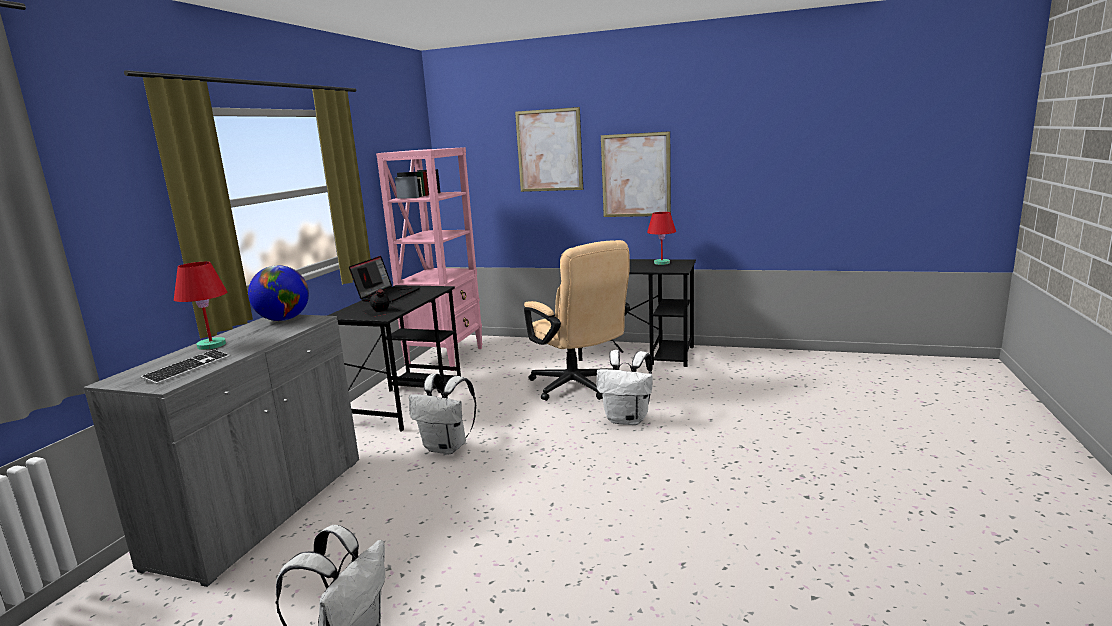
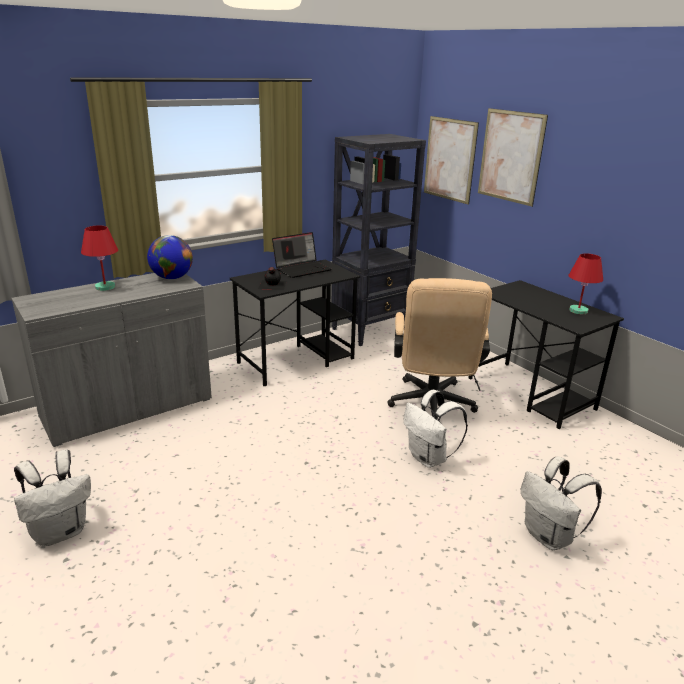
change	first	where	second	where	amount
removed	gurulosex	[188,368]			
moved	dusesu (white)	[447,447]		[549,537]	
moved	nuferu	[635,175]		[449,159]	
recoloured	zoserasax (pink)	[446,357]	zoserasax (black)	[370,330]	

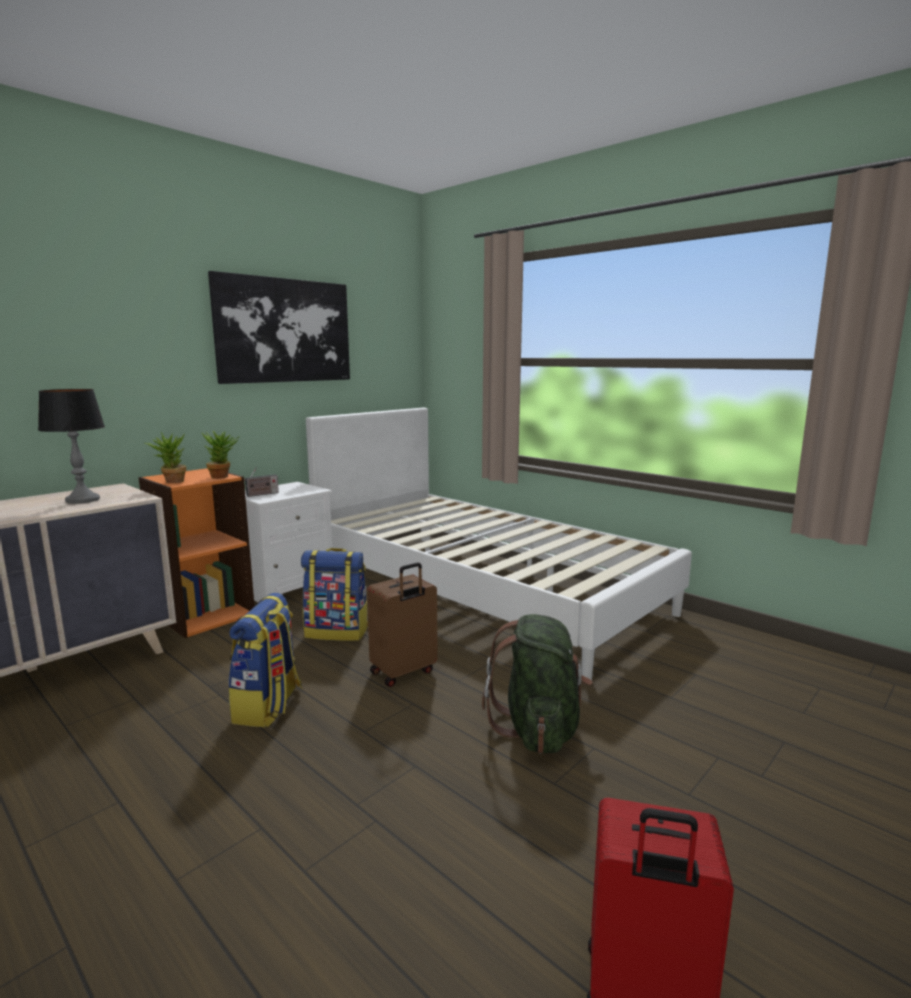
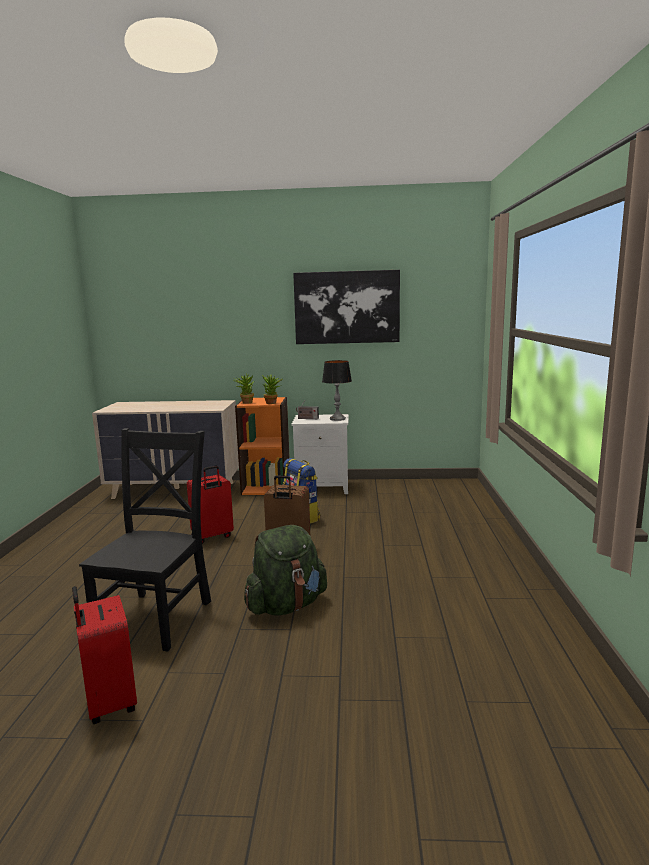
change	first	where	second	where	amount
removed	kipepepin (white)	[482,590]			
added			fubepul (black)	[157,617]	
moved	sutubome	[82,500]		[337,419]	
replaced	dusesu	[268,706]	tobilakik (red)	[212,537]	

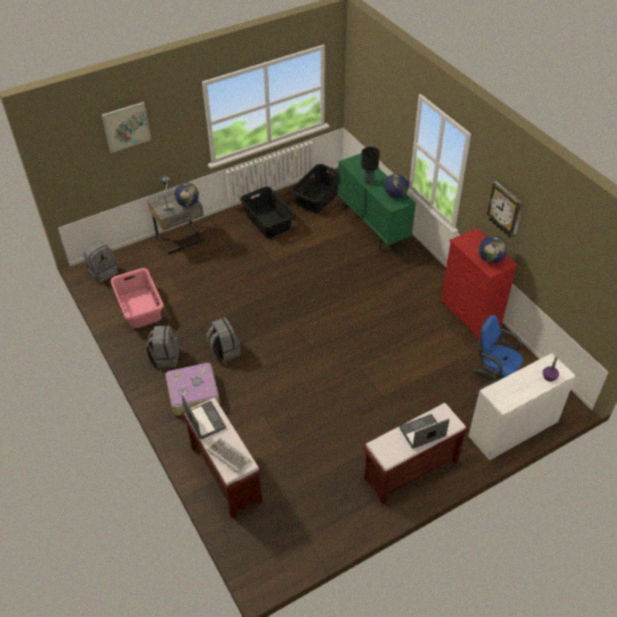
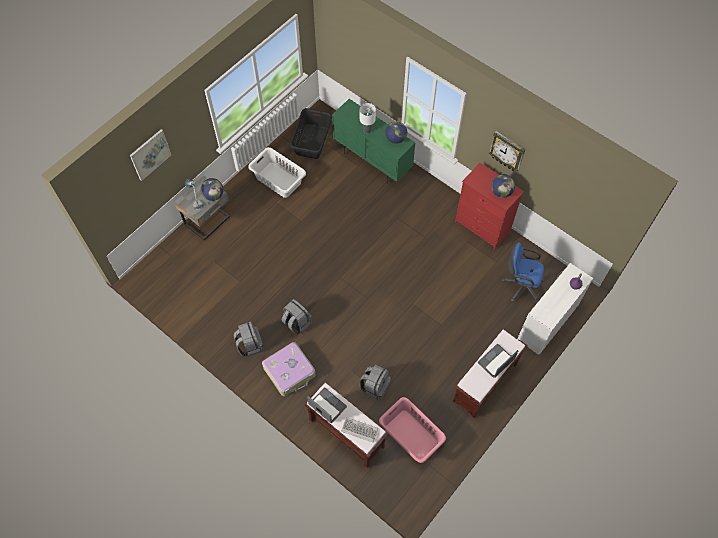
change	first	where	second	where	amount
moved	dusesu (grey)	[103,272]		[375,386]	
moved	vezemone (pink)	[140,308]		[411,436]	
recoloured	vezemone (black)	[268,221]	vezemone (white)	[278,179]	
recoloured	sutubome (black)	[369,181]	sutubome (white)	[367,130]	

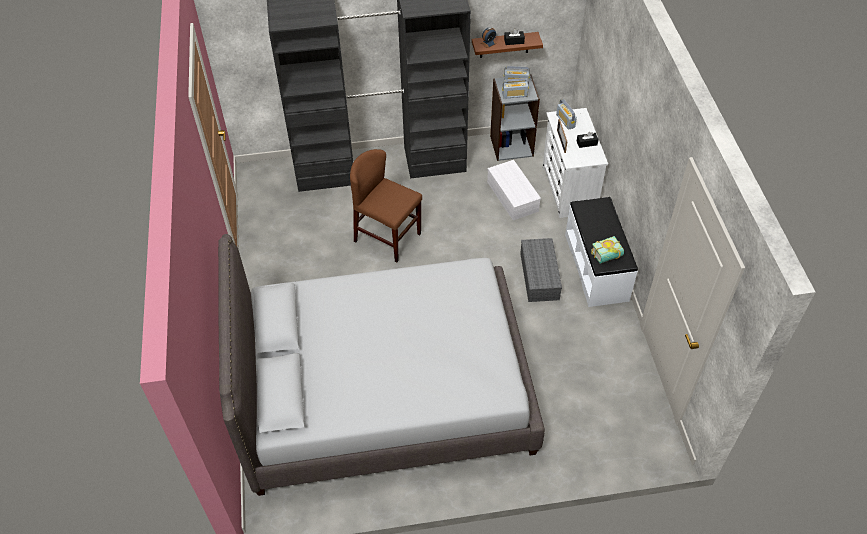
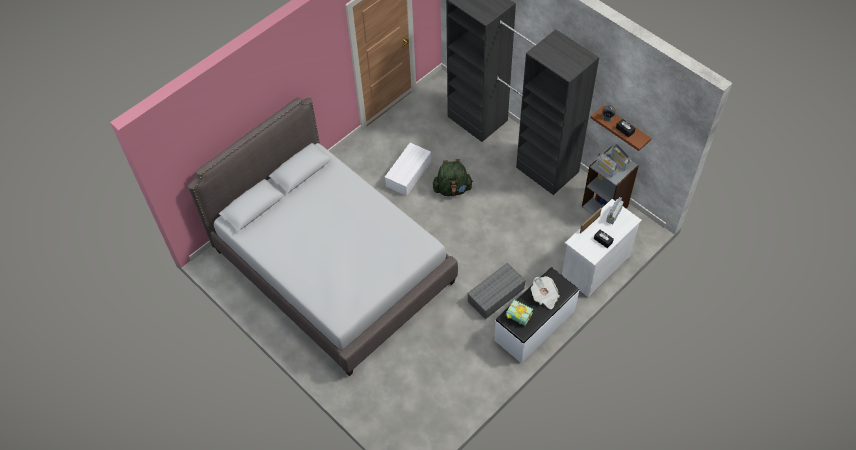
change	first	where	second	where	amount
added			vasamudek	[544,296]	
moved	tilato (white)	[511,196]		[408,173]	
replaced	fubepul (brown)	[387,237]	dusesu (green)	[452,189]	

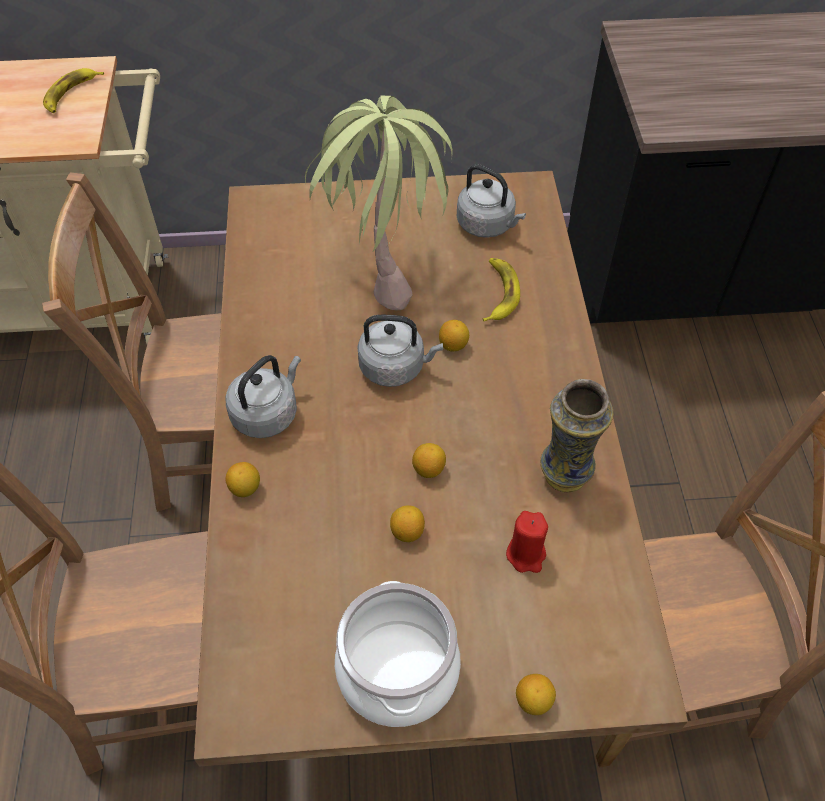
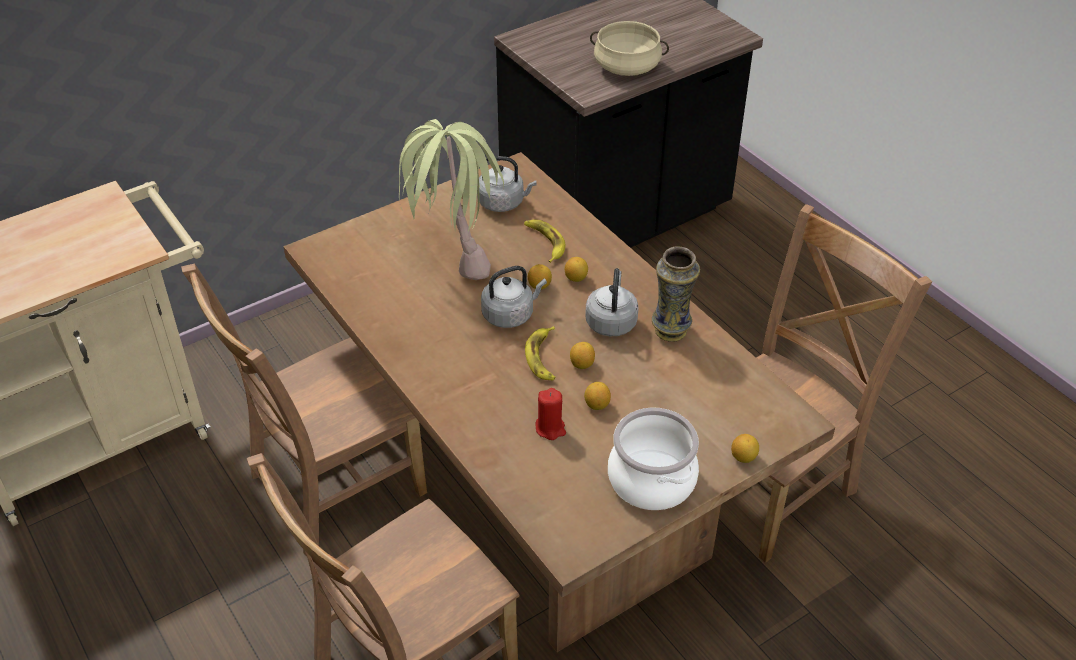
change	first	where	second	where	amount
added			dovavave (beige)	[627,67]	
moved	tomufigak	[71,94]		[543,358]	
moved	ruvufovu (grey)	[267,413]		[611,321]	
moved	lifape	[245,488]		[576,278]	
moved	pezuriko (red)	[526,554]		[550,428]	

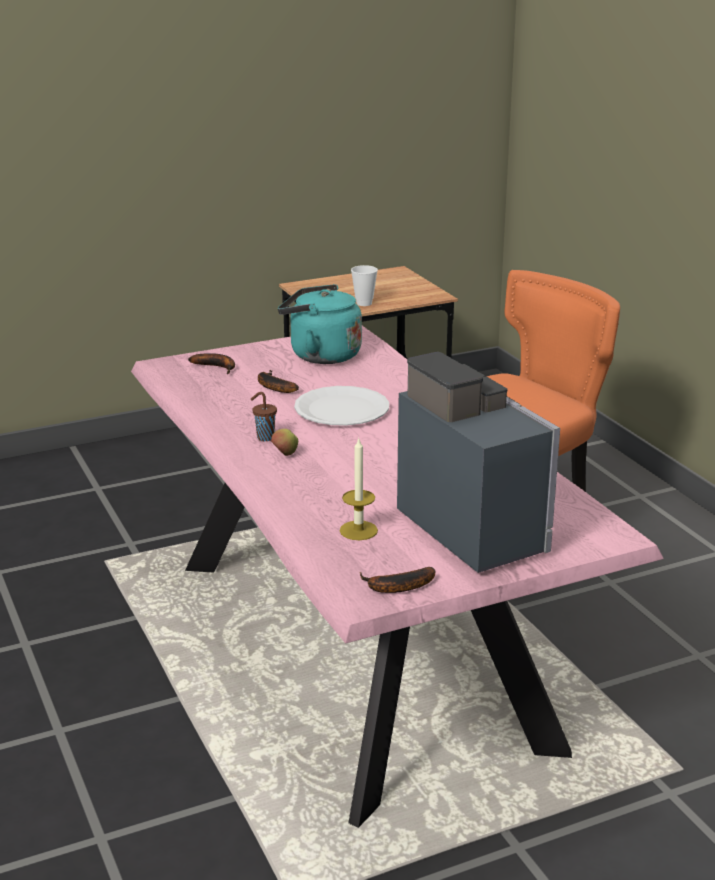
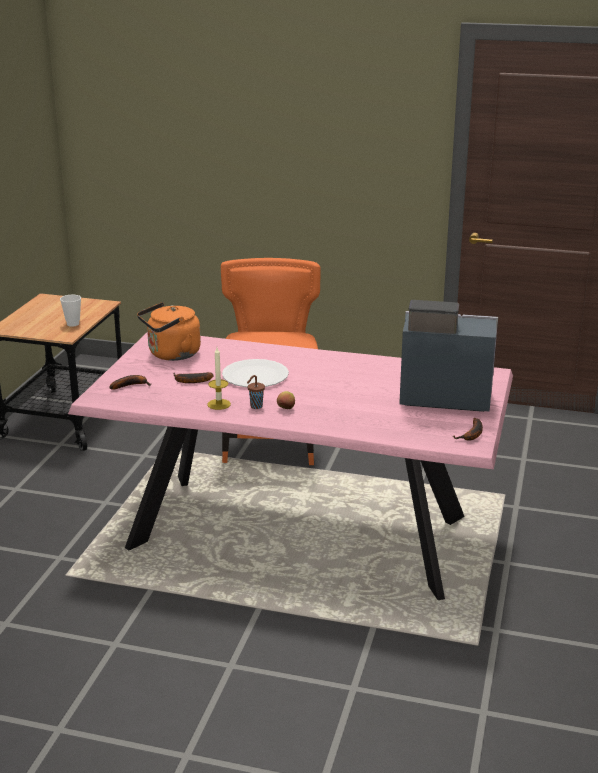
change	first	where	second	where	amount
moved	pezuriko	[358,530]		[219,404]	
recoloured	ruvufovu (turquoise)	[320,355]	ruvufovu (orange)	[171,355]	

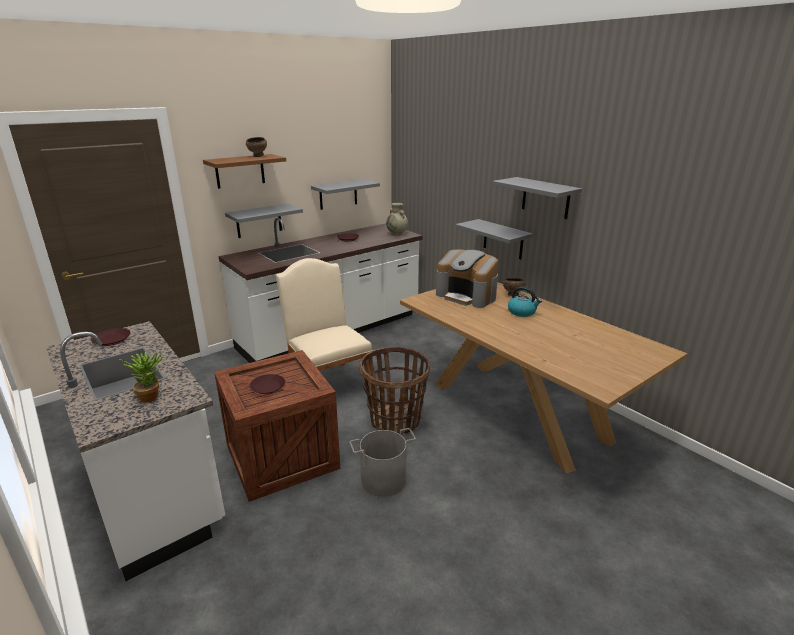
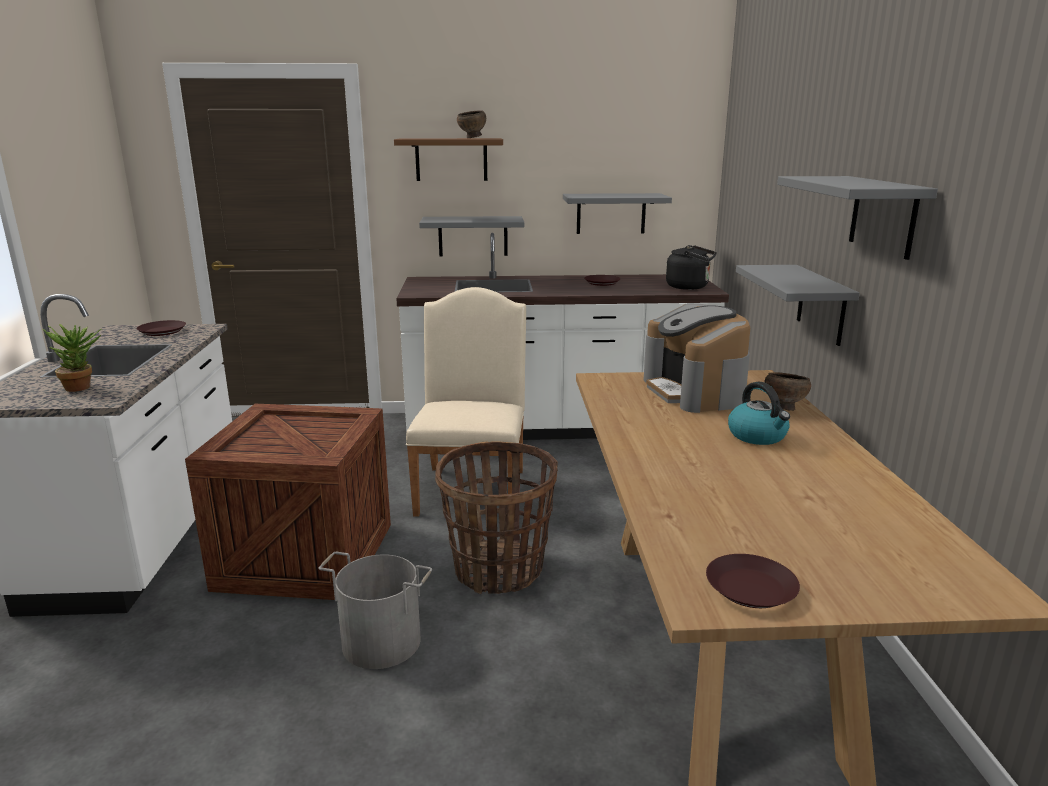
change	first	where	second	where	amount
moved	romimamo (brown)	[267,387]		[750,588]	
replaced	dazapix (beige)	[397,233]	ruvufovu (black)	[690,287]	

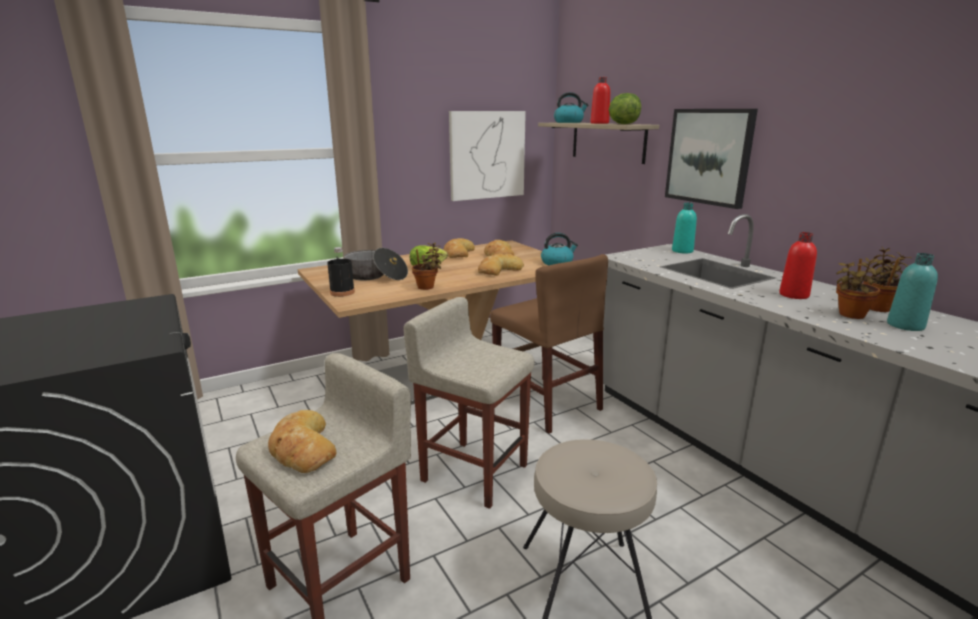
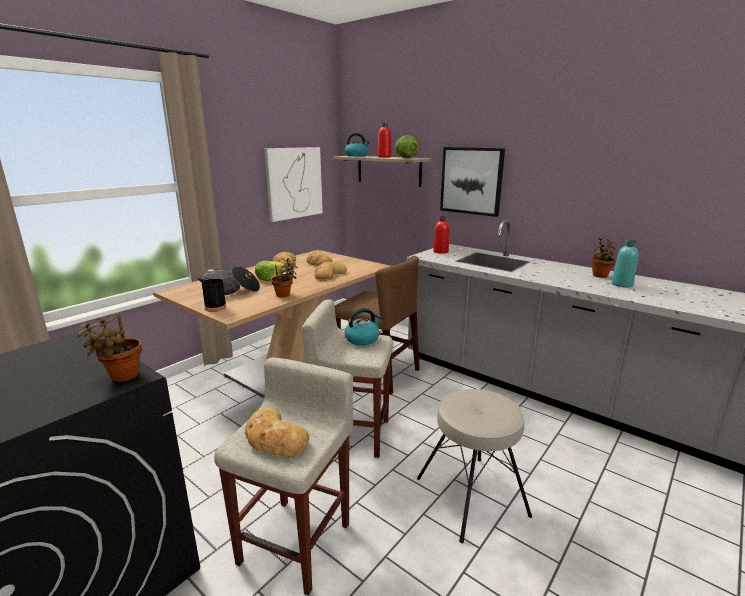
change	first	where	second	where	amount
removed	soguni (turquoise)	[682,251]			
moved	ruvufovu	[557,263]		[362,339]	
moved	soguni (red)	[794,295]		[440,251]	
moved	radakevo	[850,315]		[121,377]	

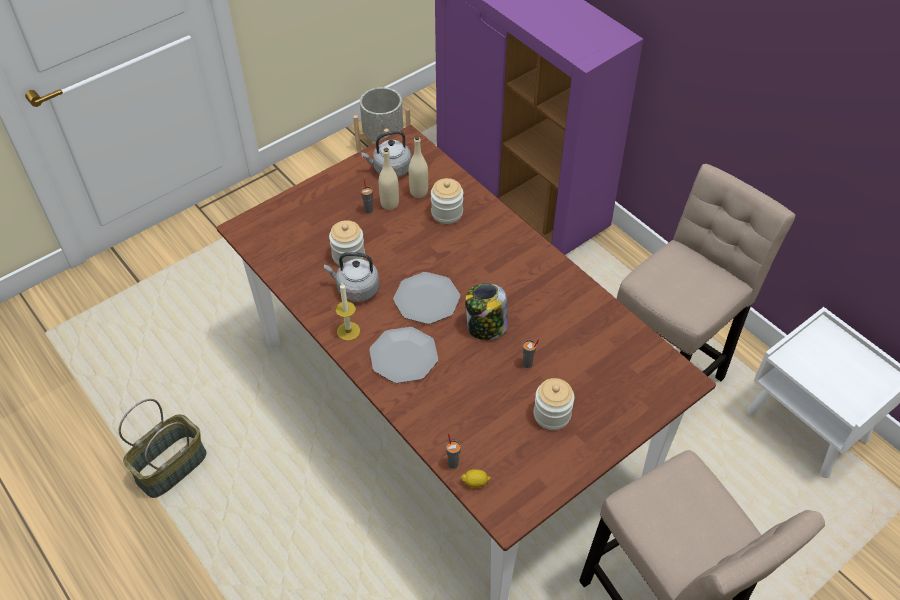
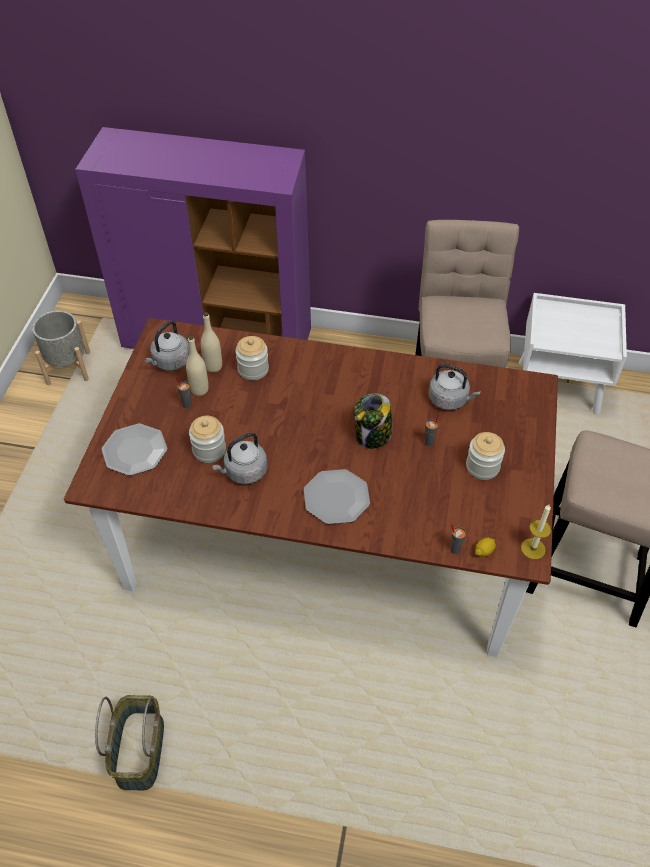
change	first	where	second	where	amount
added			ruvufovu (grey)	[450,400]	
moved	pezuriko	[348,331]		[533,548]	
moved	romimamo	[426,299]		[134,450]	

